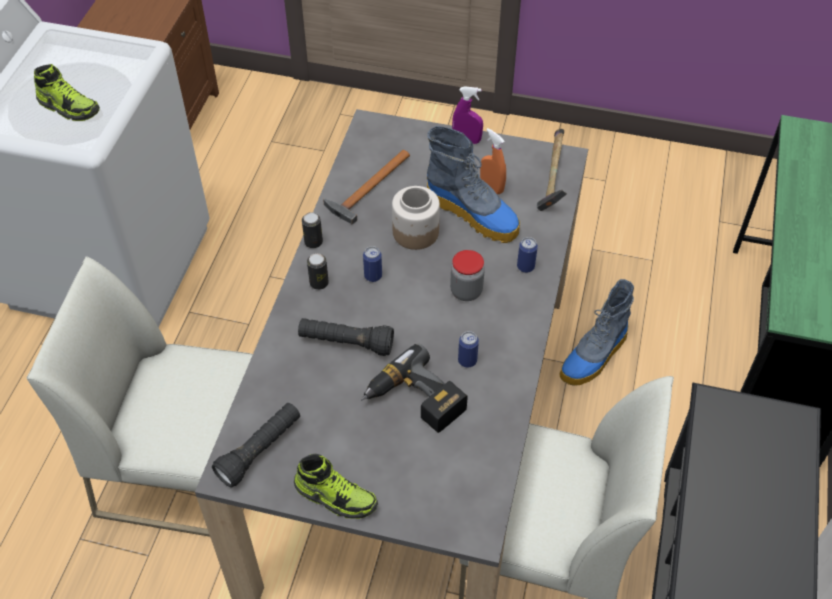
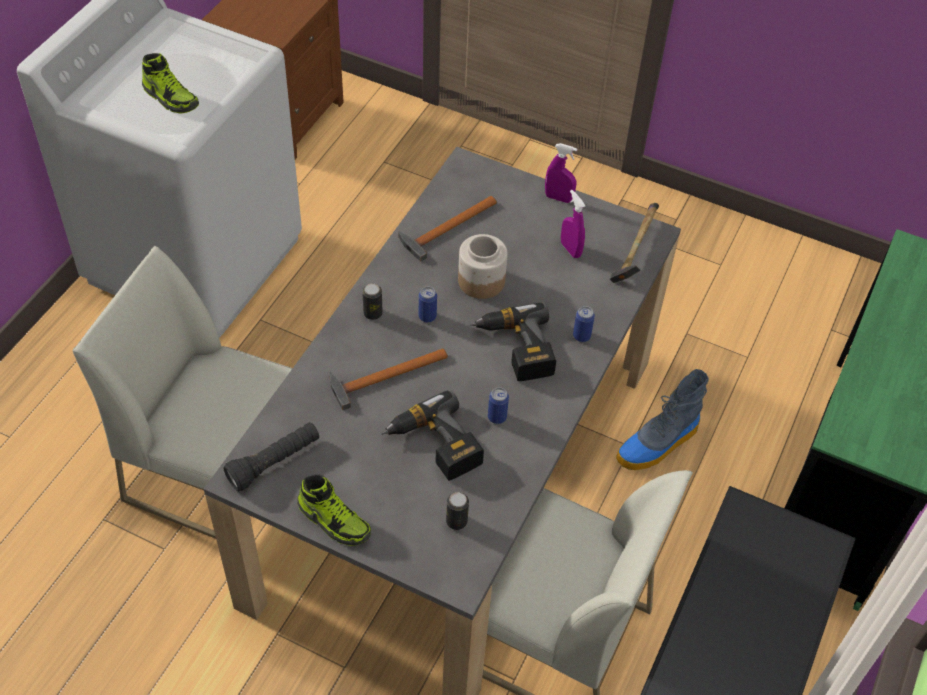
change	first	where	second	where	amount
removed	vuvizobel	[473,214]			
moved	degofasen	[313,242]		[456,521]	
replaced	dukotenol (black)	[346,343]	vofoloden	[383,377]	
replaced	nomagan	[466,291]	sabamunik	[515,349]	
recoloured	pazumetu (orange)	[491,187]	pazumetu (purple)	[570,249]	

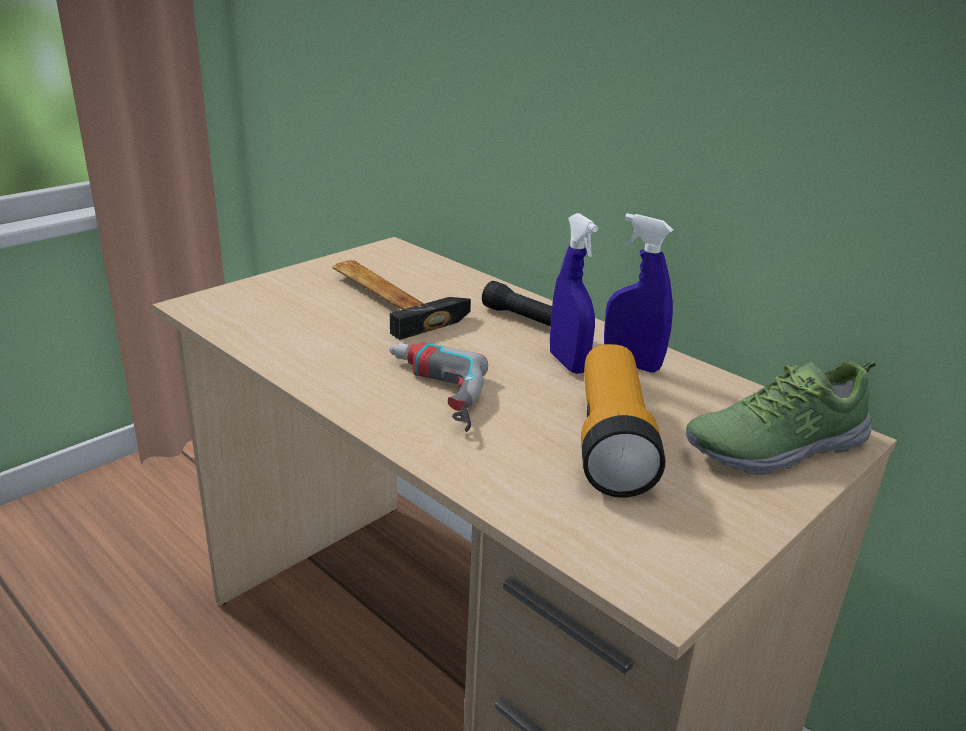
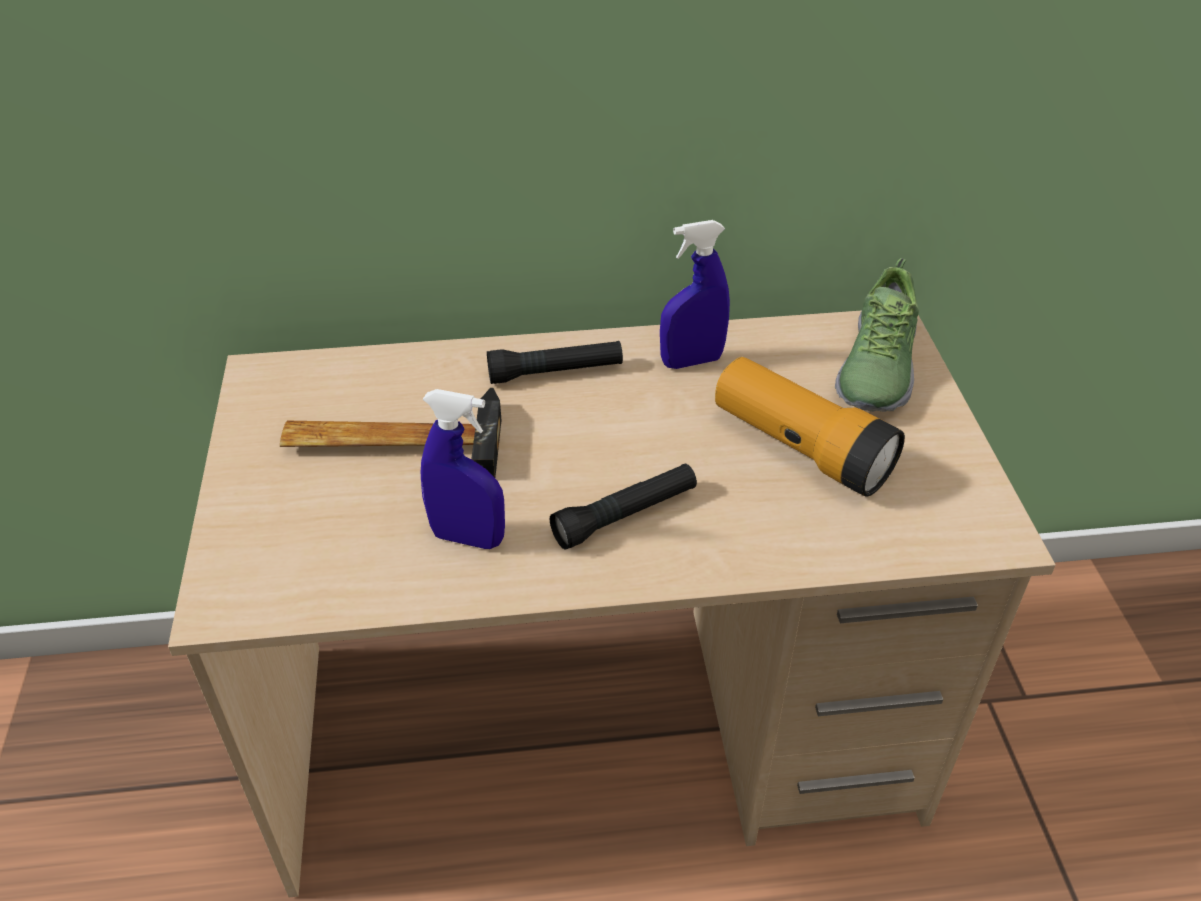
change	first	where	second	where	amount
moved	pazumetu (blue)	[568,363]		[467,538]	
replaced	sabamunik	[428,395]	dukotenol (black)	[625,516]	

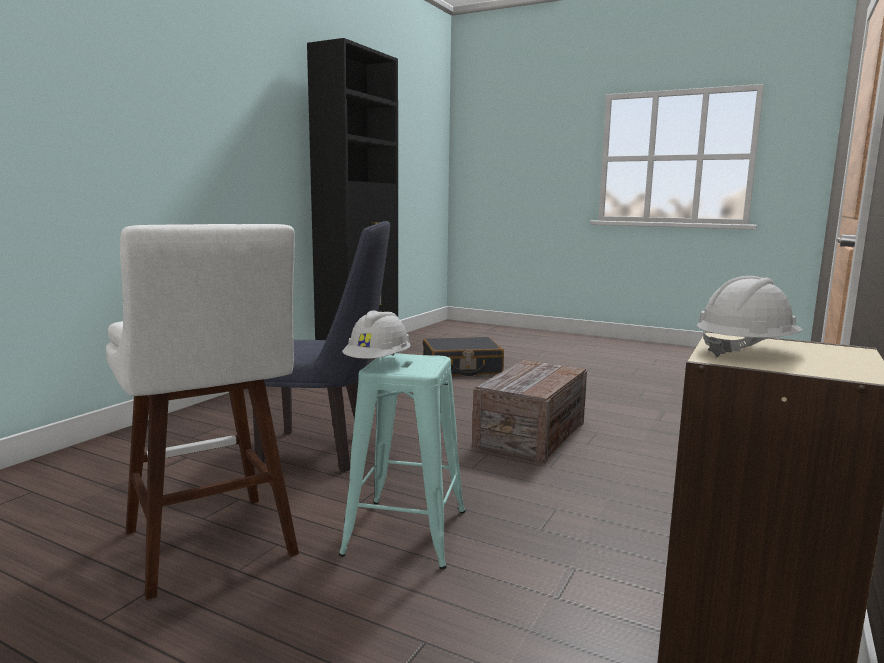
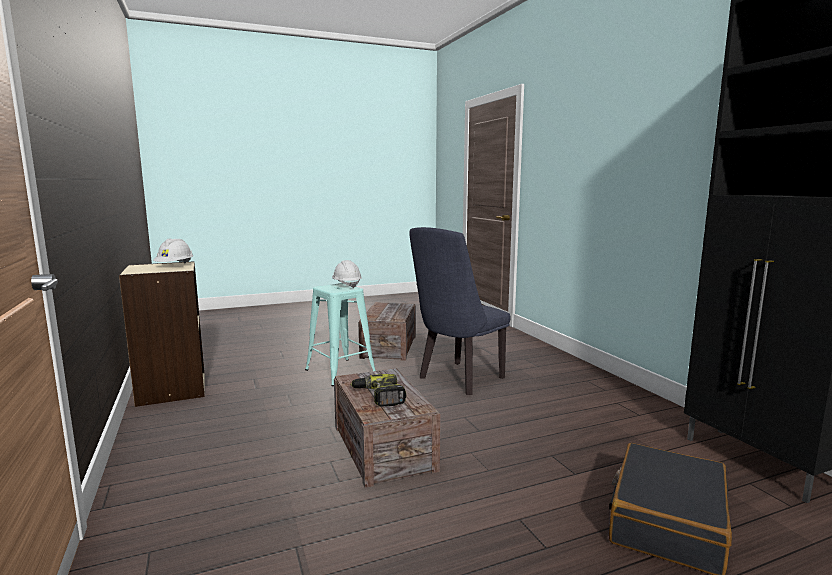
change	first	where	second	where	amount
added			sabamunik	[379,397]	
replaced	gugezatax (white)	[212,548]	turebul	[389,347]	

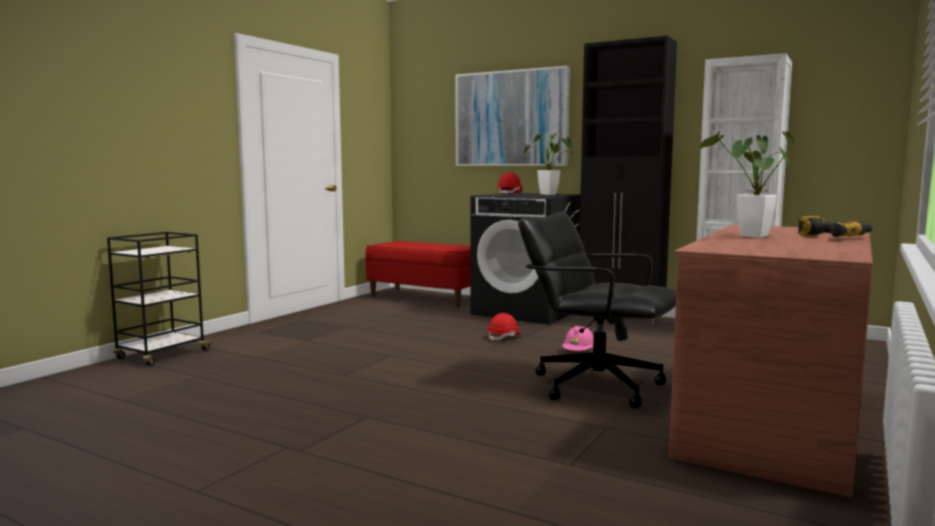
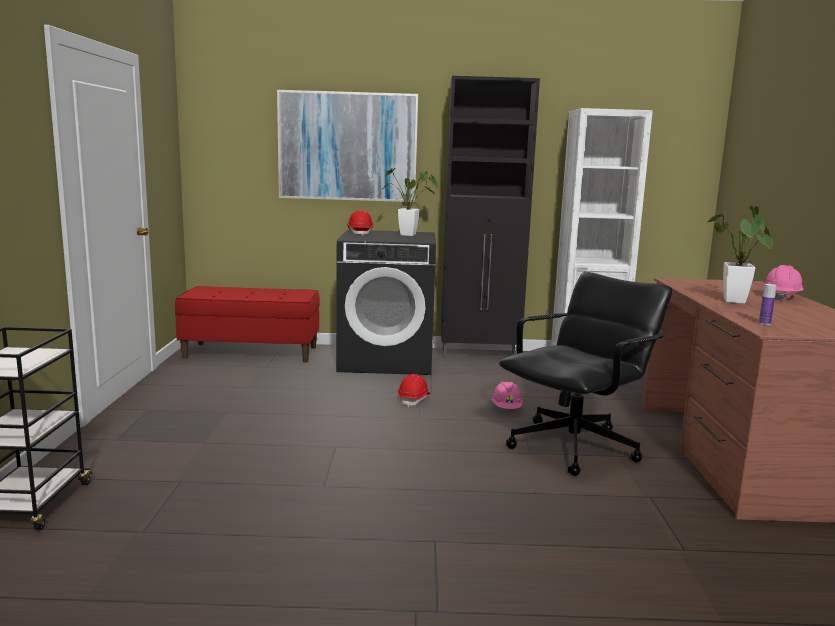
change	first	where	second	where	amount
added			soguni	[764,323]	
replaced	sabamunik	[833,237]	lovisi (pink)	[781,297]	
turned	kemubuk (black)	[596,385]		[575,447]	135 degrees clockwise

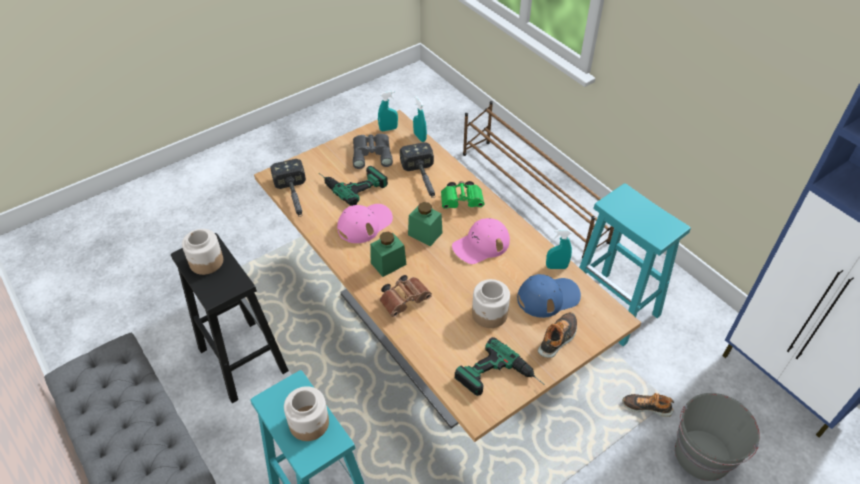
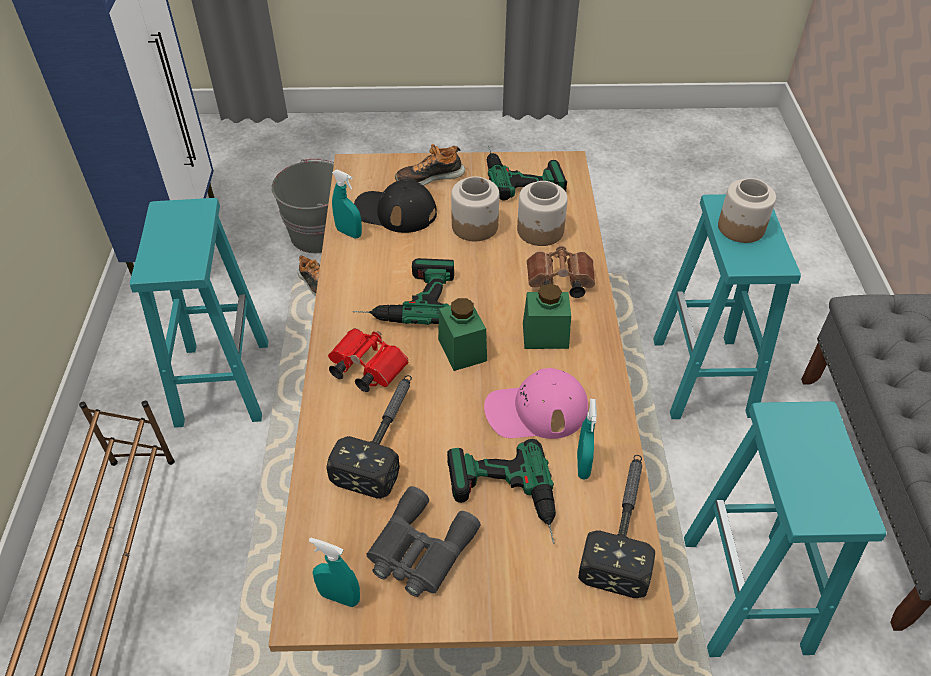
change	first	where	second	where	amount
moved	nomagan	[206,261]		[540,231]	
moved	pazumetu (turquoise)	[420,137]		[583,465]	
replaced	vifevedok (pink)	[481,245]	sabamunik	[405,298]	
recoloured	gugezatax (black)	[242,359]	gugezatax (turquoise)	[746,596]	
recoloured	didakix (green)	[463,202]	didakix (red)	[364,368]	
recoloured	vifevedok (blue)	[548,297]	vifevedok (black)	[395,211]	

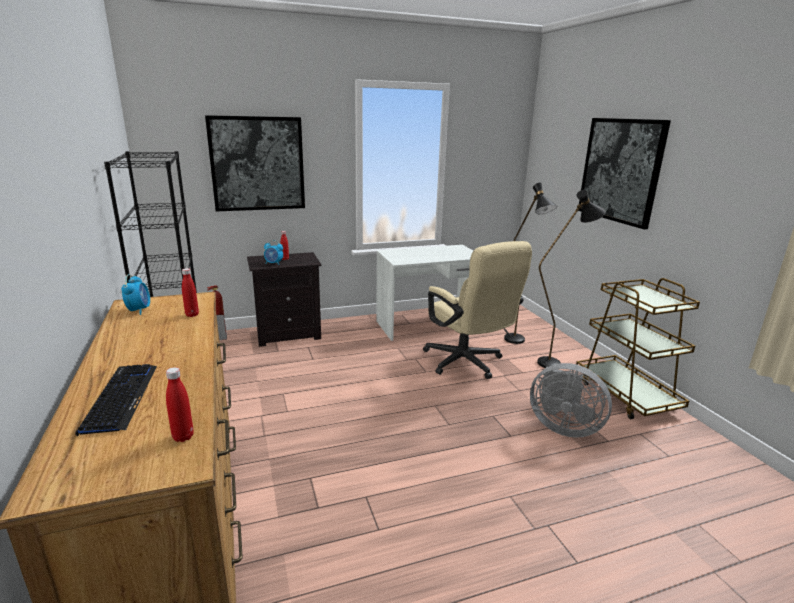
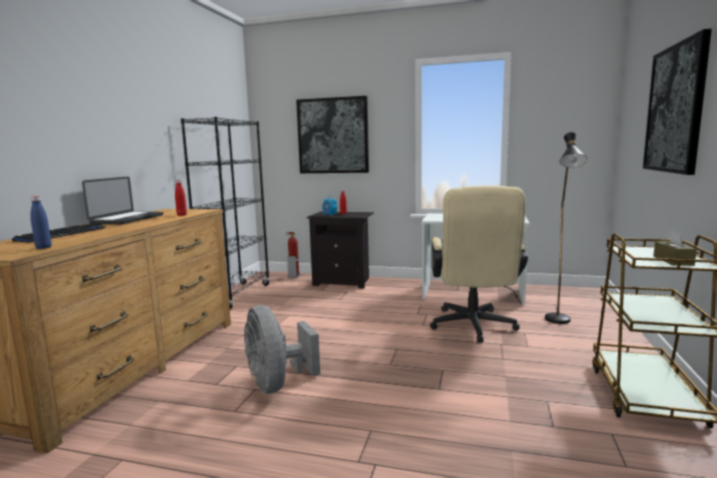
change	first	where	second	where	amount
removed	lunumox	[139,310]			
removed	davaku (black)	[555,362]			
added			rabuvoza	[127,219]	
added			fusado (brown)	[673,261]	
moved	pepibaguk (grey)	[562,426]		[277,384]	
recoloured	soguni (red)	[183,437]	soguni (blue)	[43,247]	

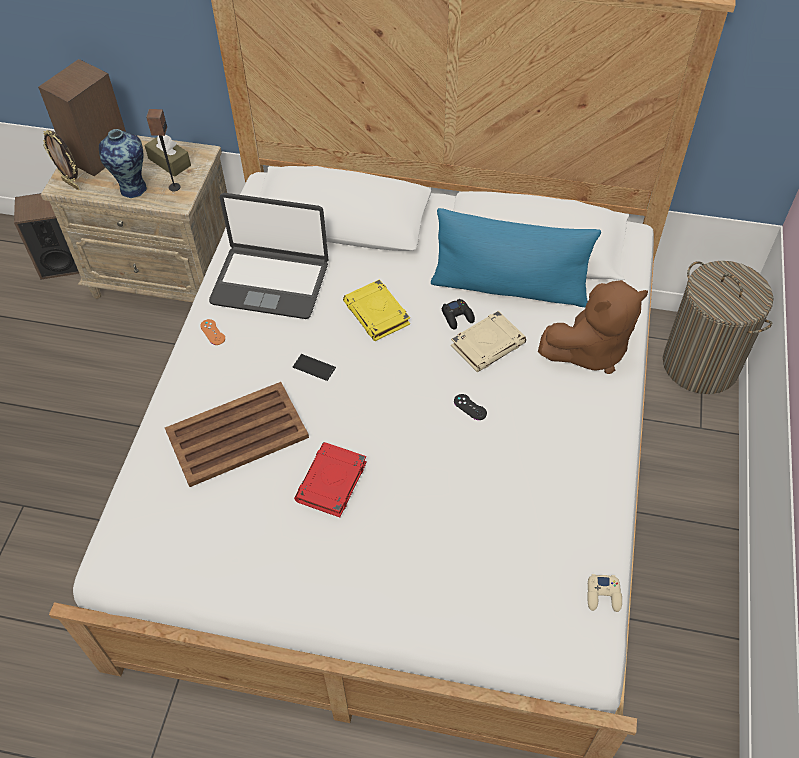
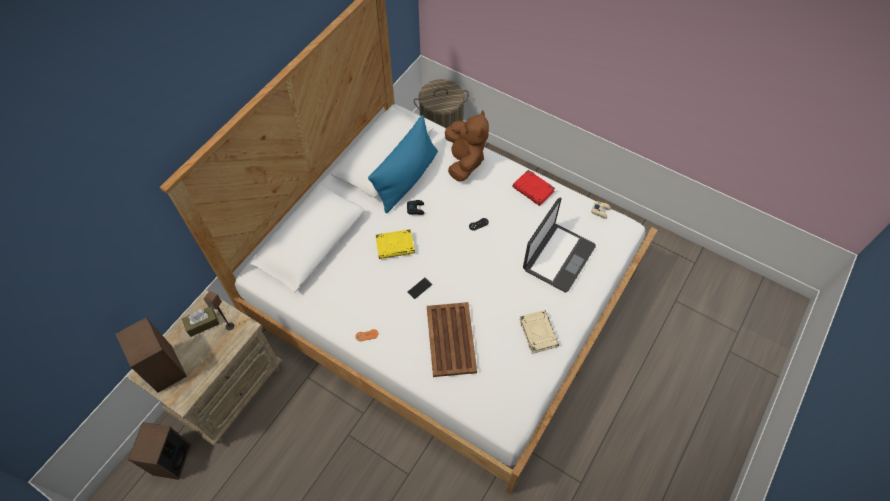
change	first	where	second	where	amount
removed	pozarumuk	[72,184]			
removed	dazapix	[132,187]			
moved	rabuvoza	[270,282]		[558,257]	
moved	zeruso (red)	[331,483]		[533,190]	
moved	zeruso (beige)	[488,344]		[537,332]	

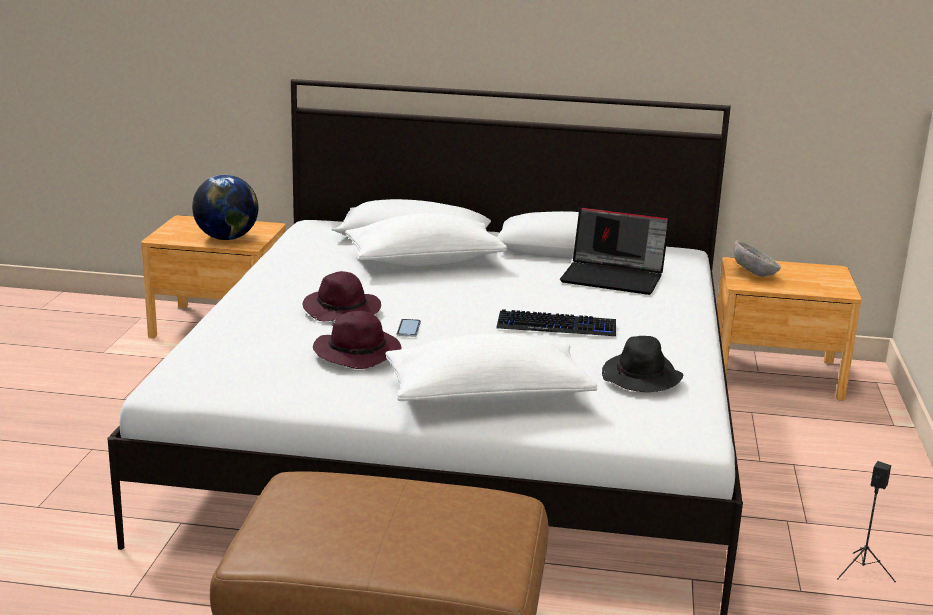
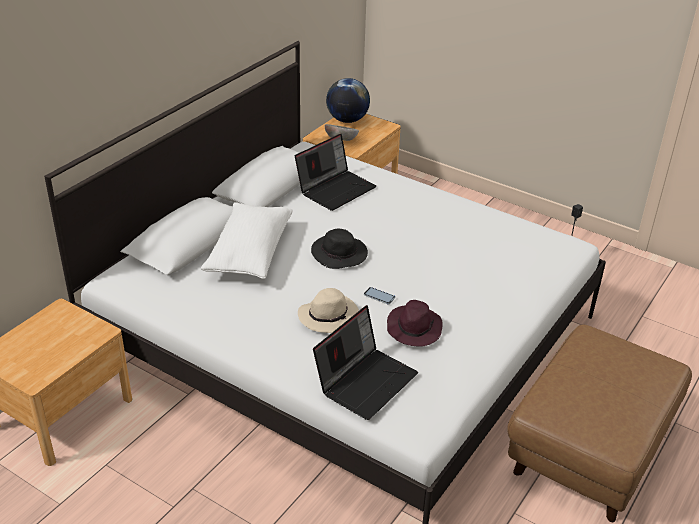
change	first	where	second	where	amount
removed	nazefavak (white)	[487,397]			
removed	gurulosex	[556,326]			
added			rabuvoza	[366,381]	
moved	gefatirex	[227,238]		[347,120]	
moved	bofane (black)	[641,379]		[340,255]	
recoloured	bofane (purple)	[342,310]	bofane (beige)	[329,316]	

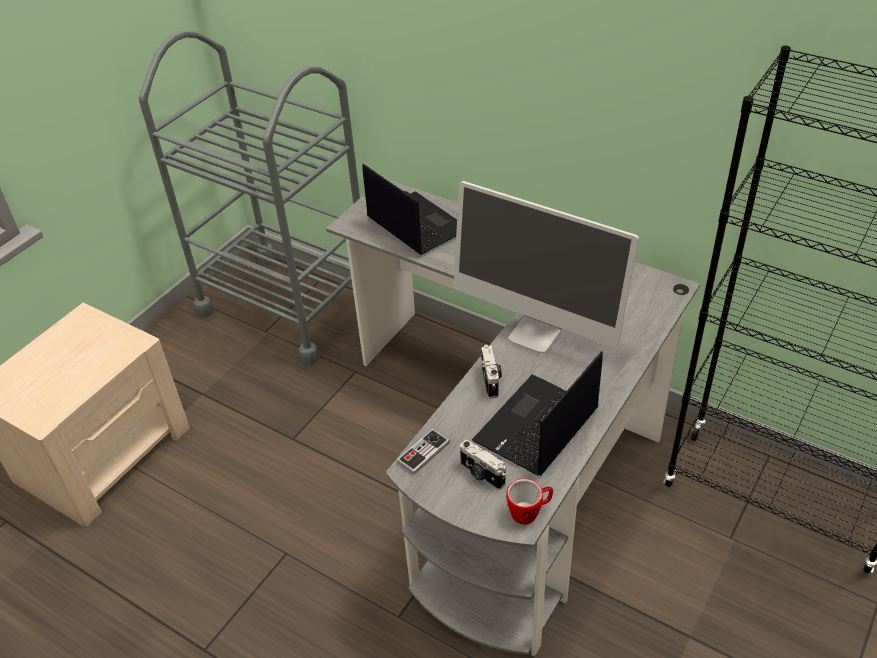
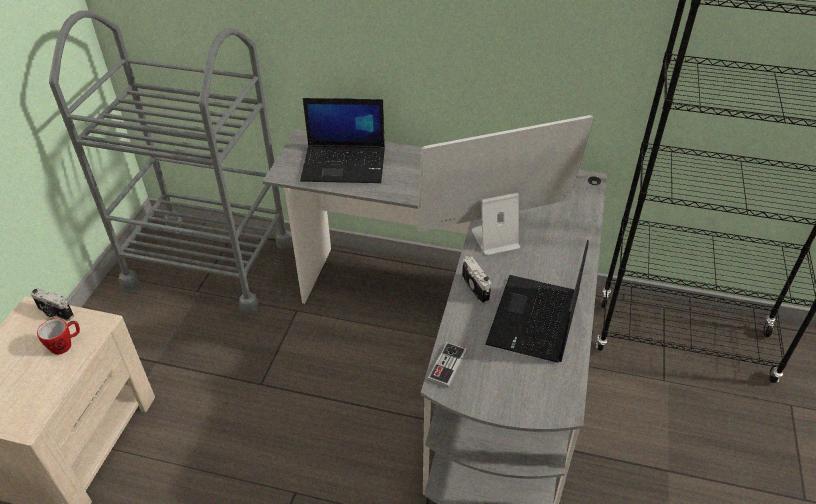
change	first	where	second	where	amount
moved	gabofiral	[481,475]		[55,313]	
moved	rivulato	[529,512]		[65,345]	
turned	rabuvoza	[415,224]		[345,164]	150 degrees clockwise
turned	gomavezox	[536,332]		[495,238]	150 degrees clockwise

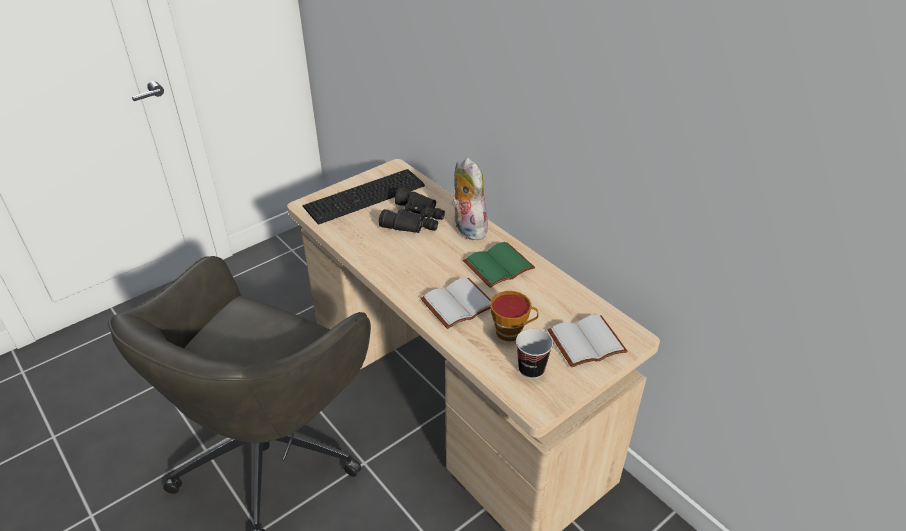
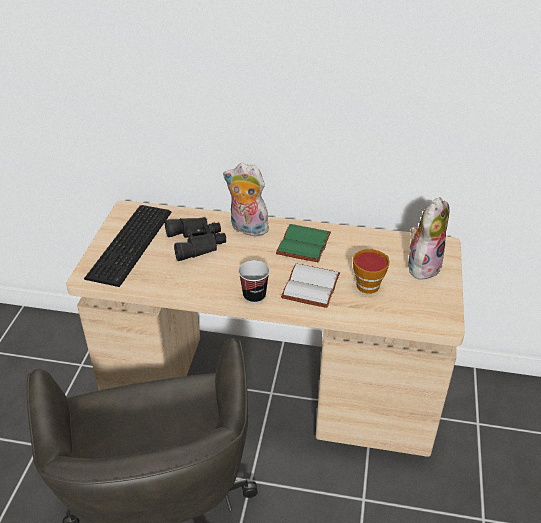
change	first	where	second	where	amount
moved	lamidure	[531,369]		[254,296]	
replaced	zeruso (white)	[586,344]	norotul	[422,265]	

